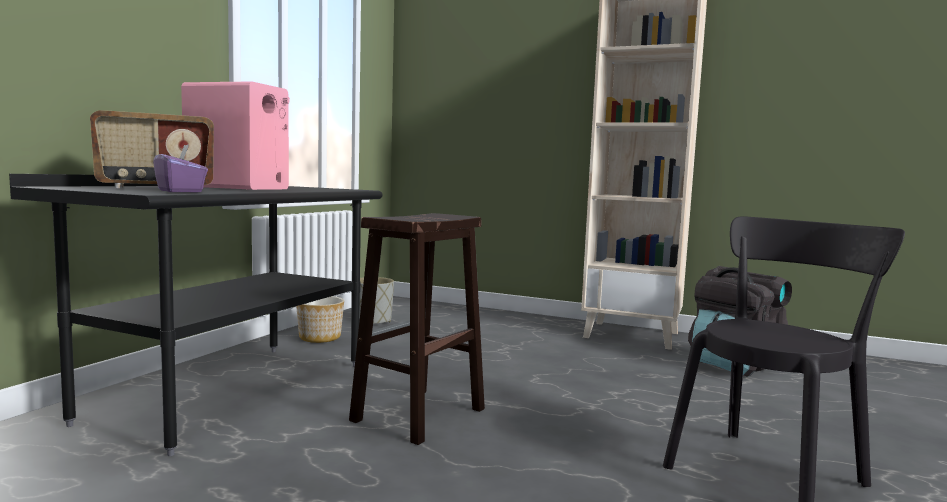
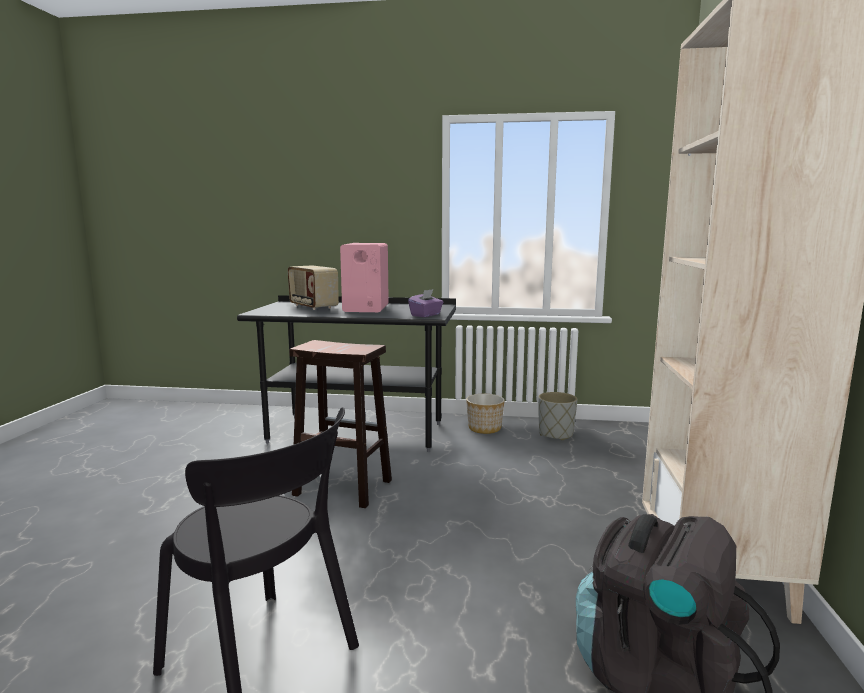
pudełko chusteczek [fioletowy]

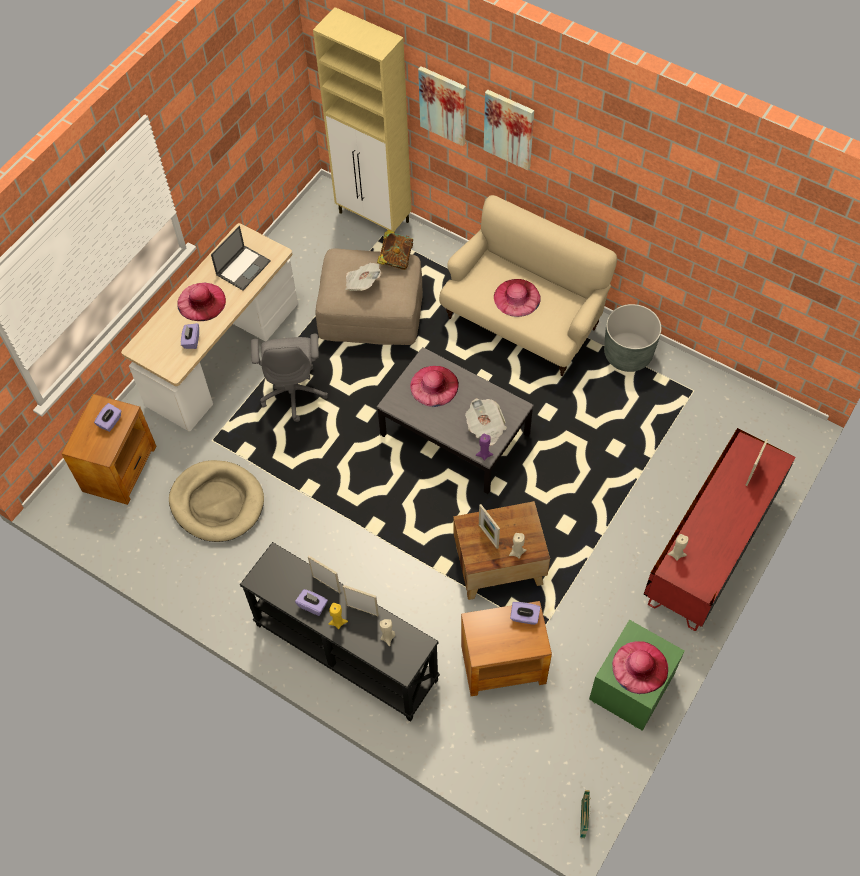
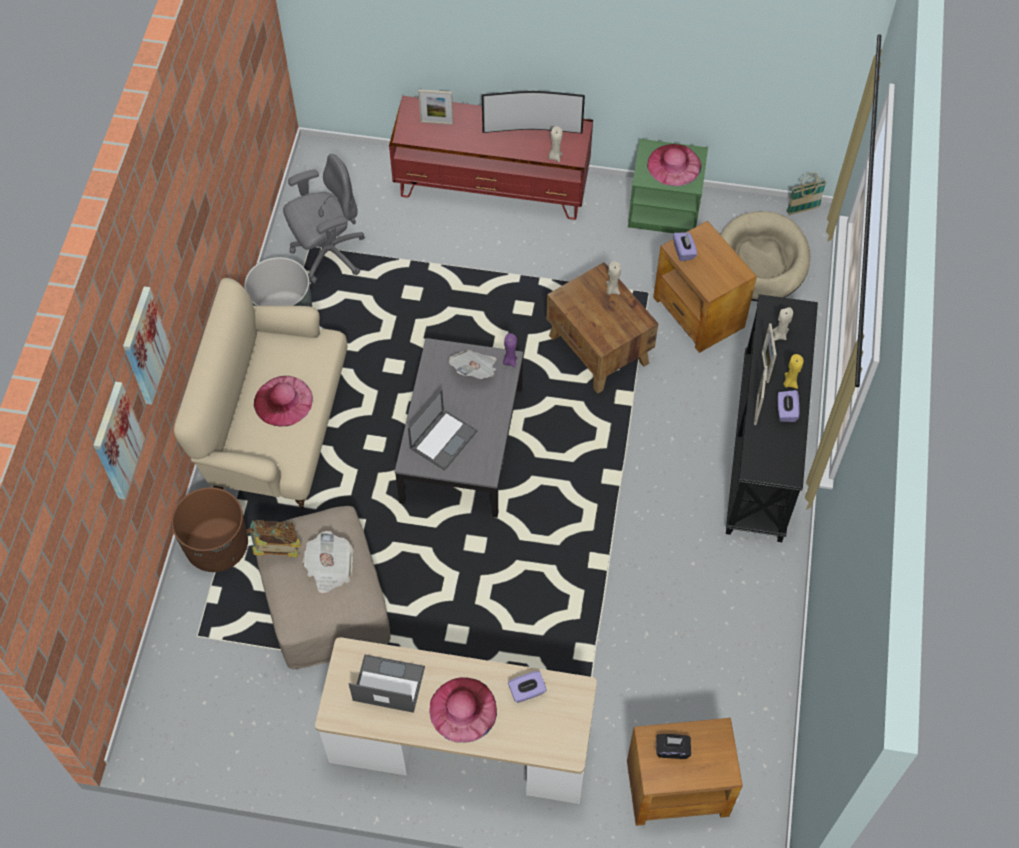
donica [brązowy]; krzesło biurowe [szary]; laptop (2nd from left); telewizor; pudełko chusteczek [czarny]; legowisko [beżowy]; szafka [beżowy]; ramka na zdjęcie (3rd from left in the first image)

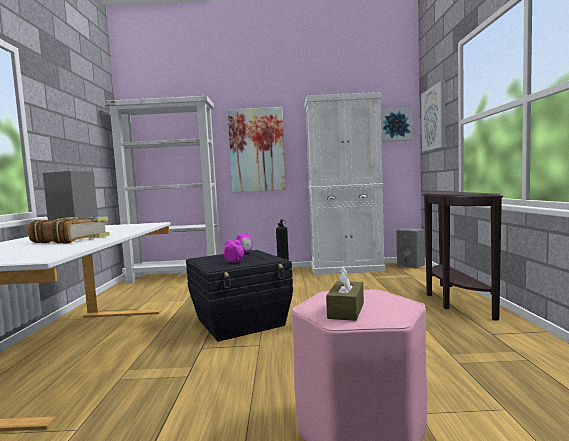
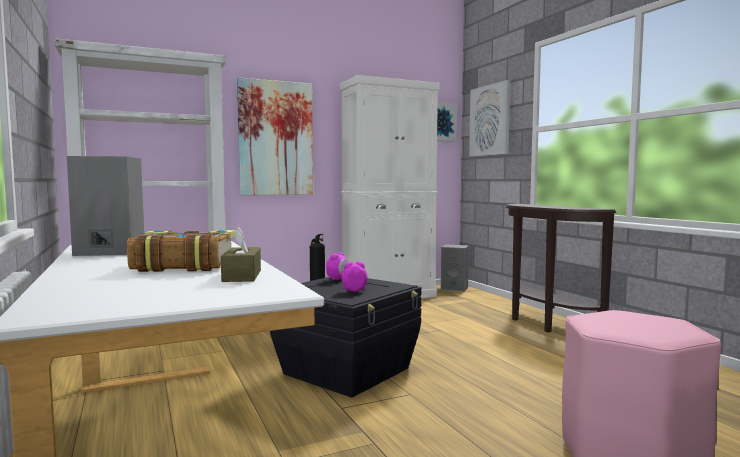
pudełko chusteczek [brązowy]

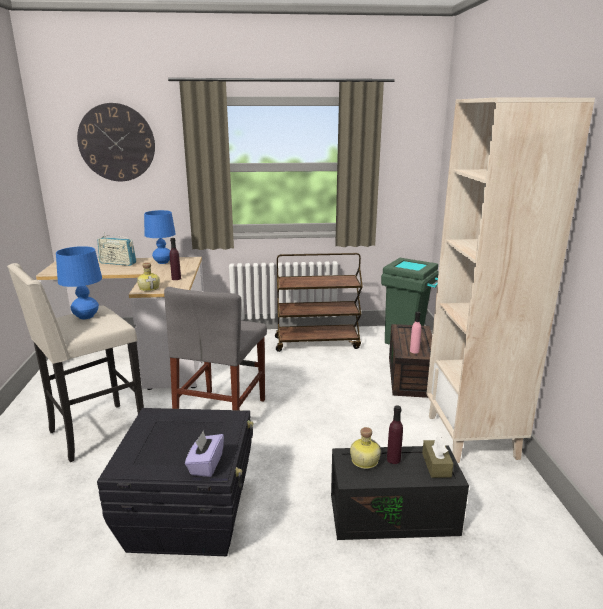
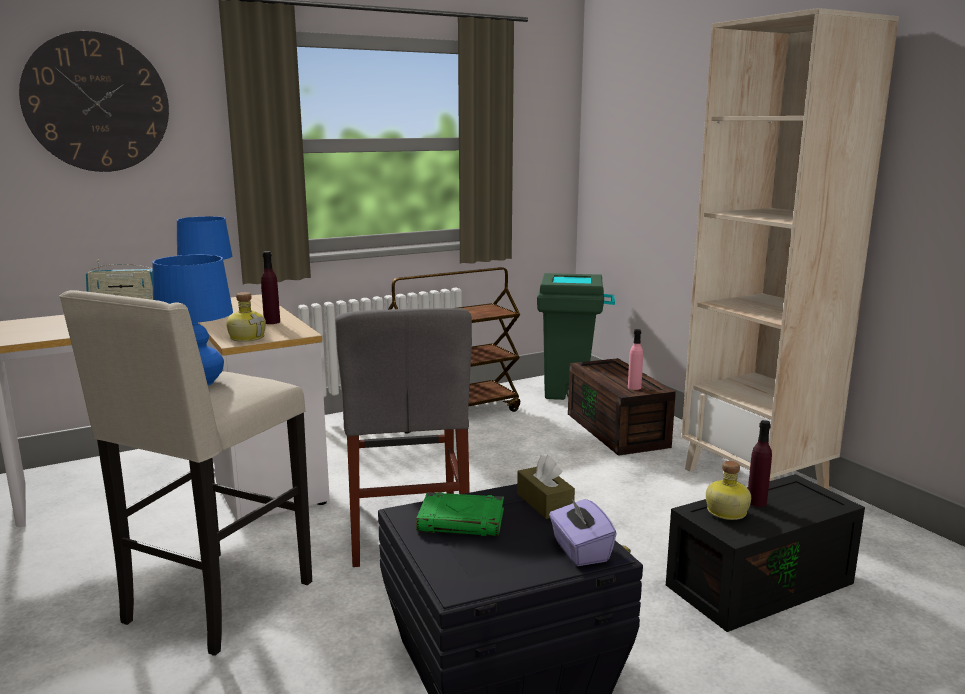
książka [zielony]; pudełko chusteczek [brązowy]

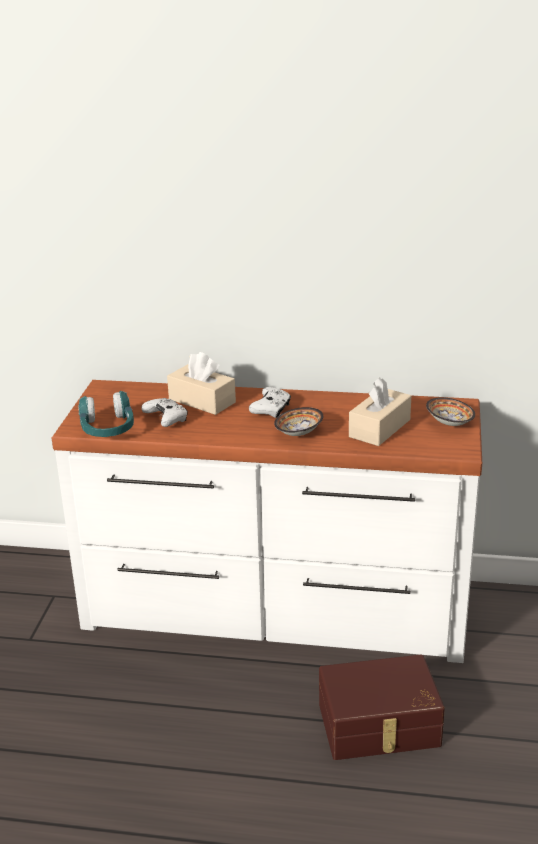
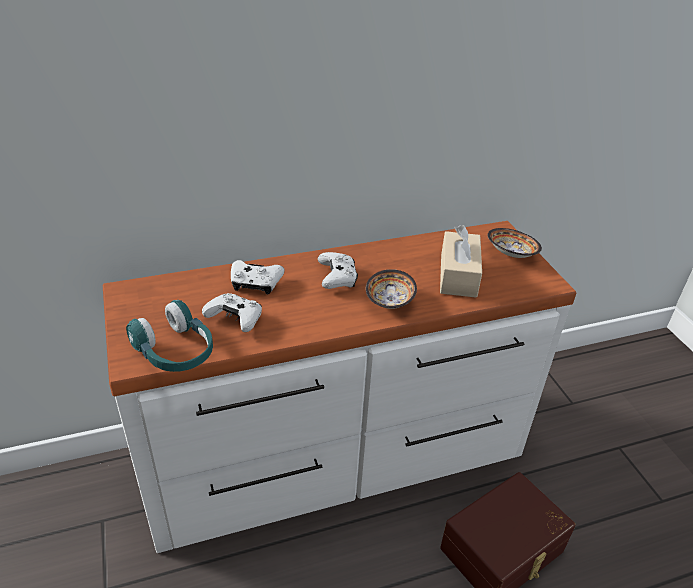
pad do gier [biały] (2nd from left)

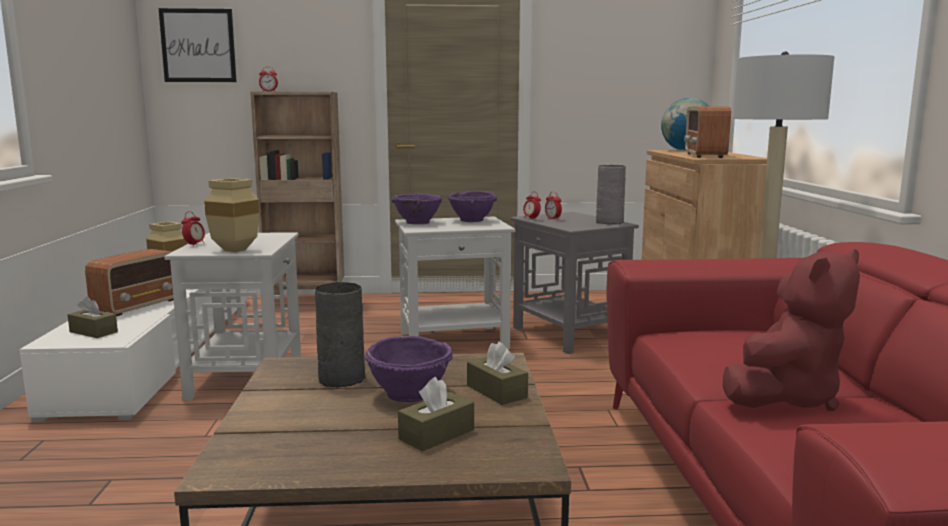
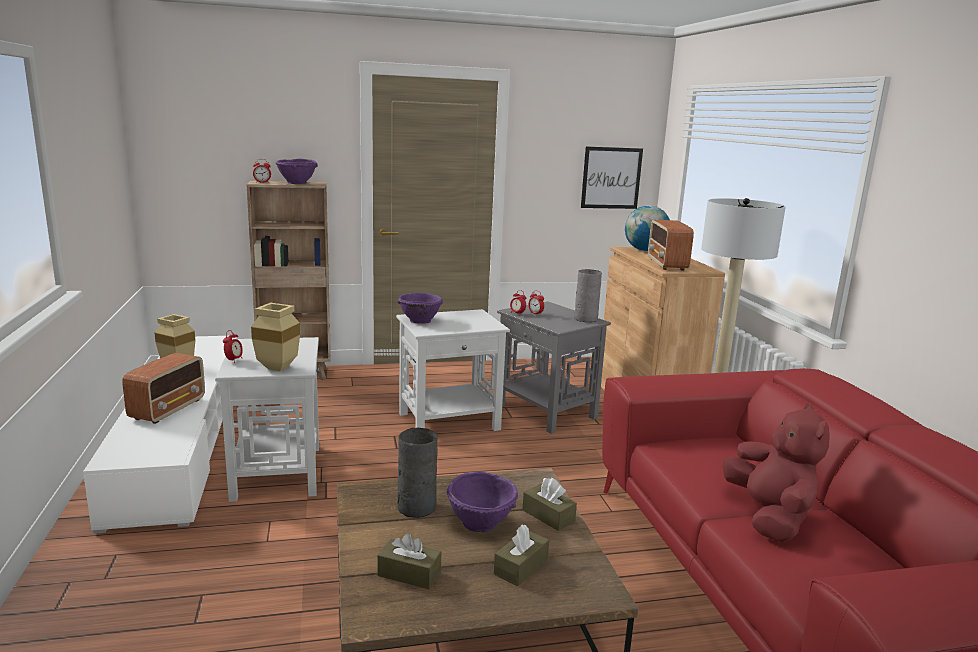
miska [fioletowy] (1st from left); pudełko chusteczek [brązowy] (1st from left); obraz; pluszak [czerwony]

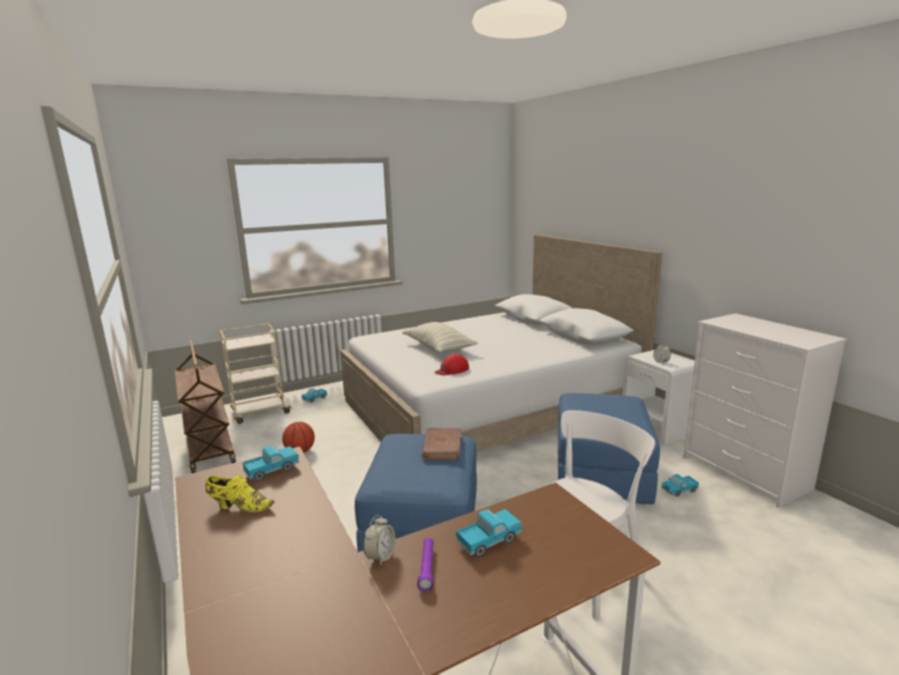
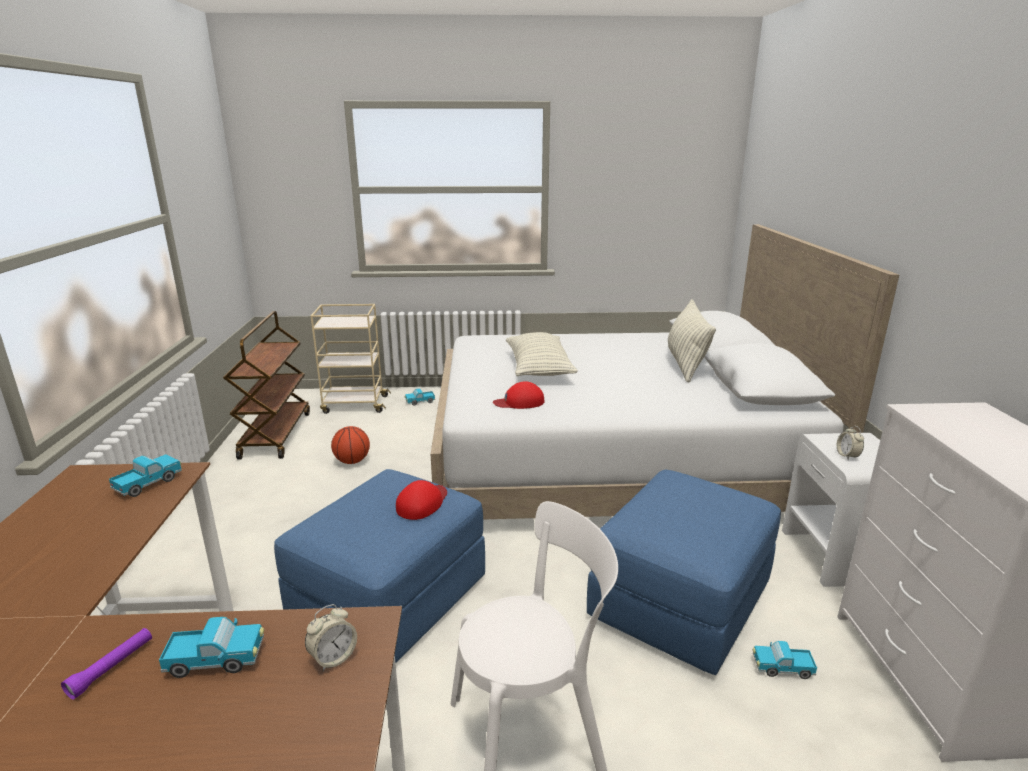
ciężarówka zabawkowa (1st from left); budzik (1st from left); czapka z daszkiem [czerwony] (1st from left); poduszka (2nd from left); but [żółty]

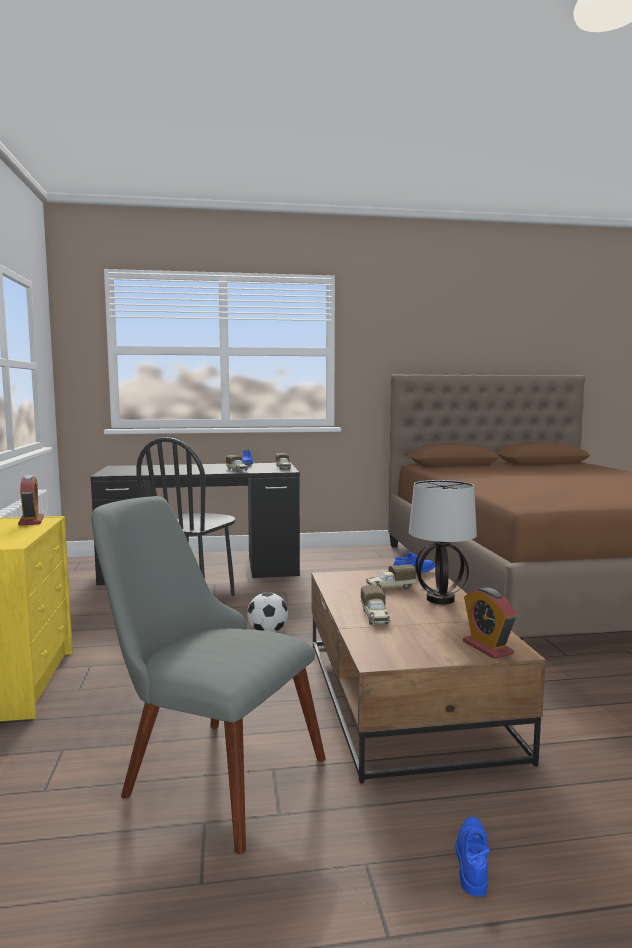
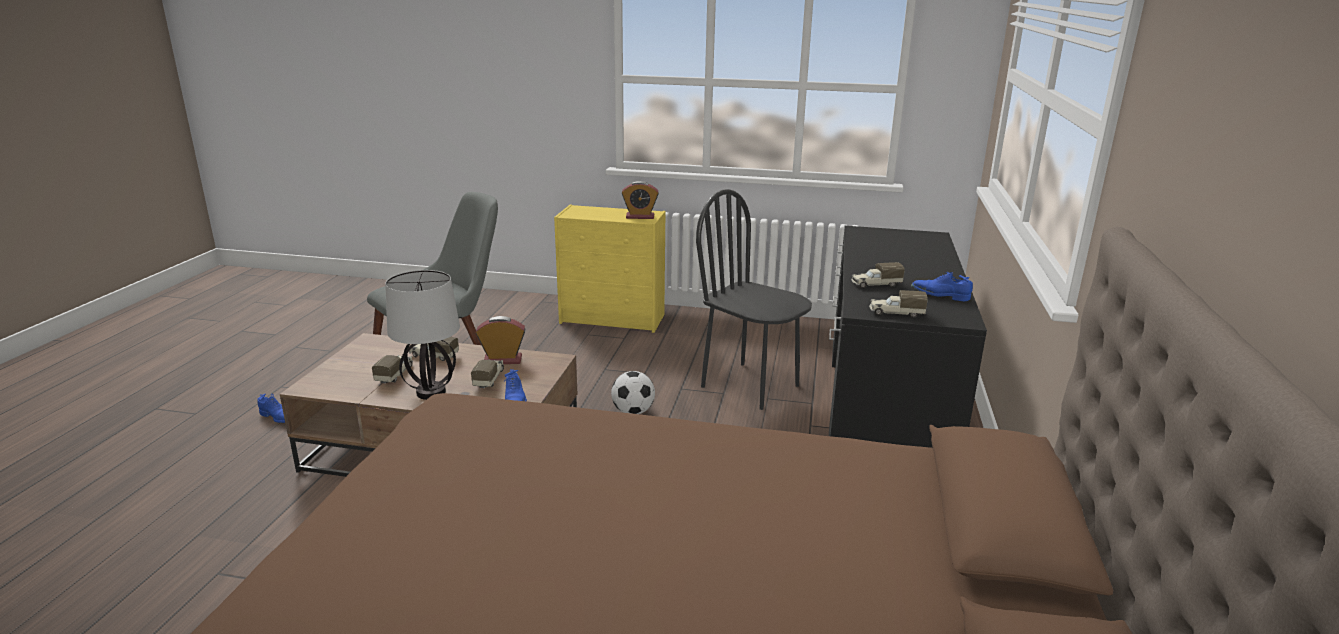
ciężarówka zabawkowa (1st from left); budzik (1st from left)

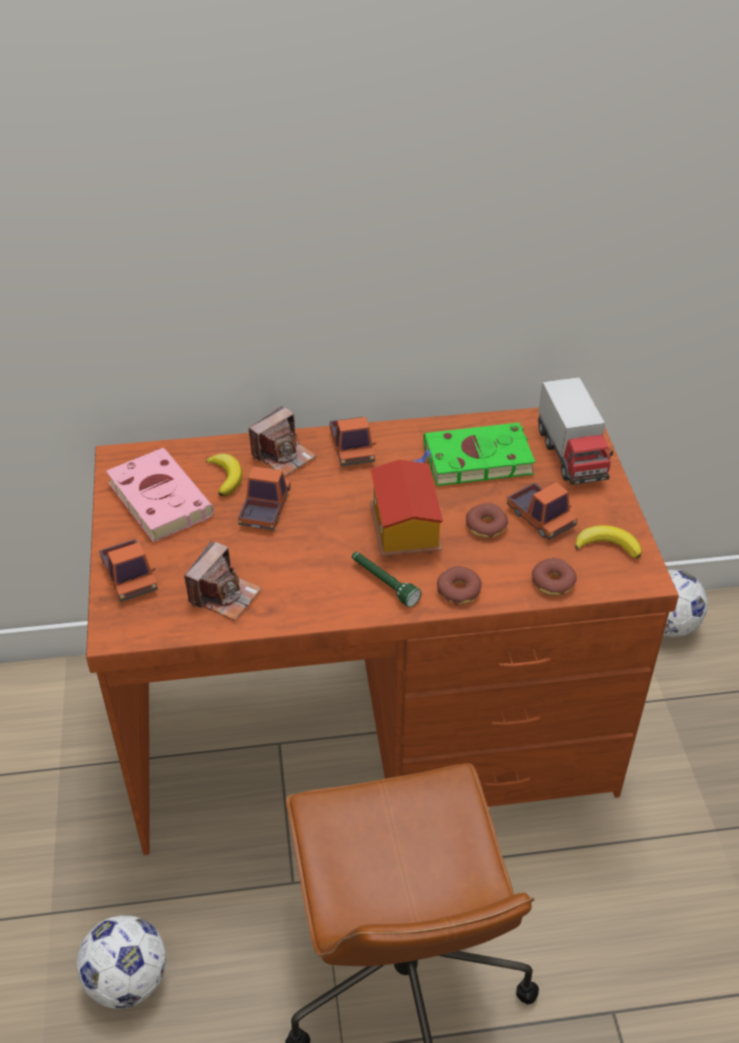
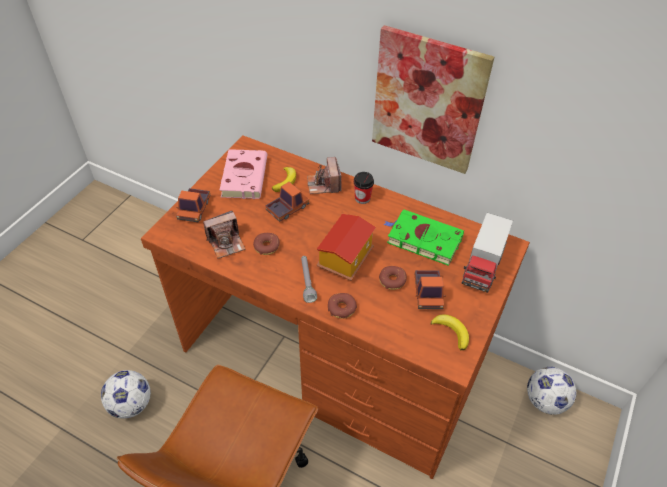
donut (1st from left); latarka [szary]; aparat fotograficzny (2nd from left); filiżanka; obraz

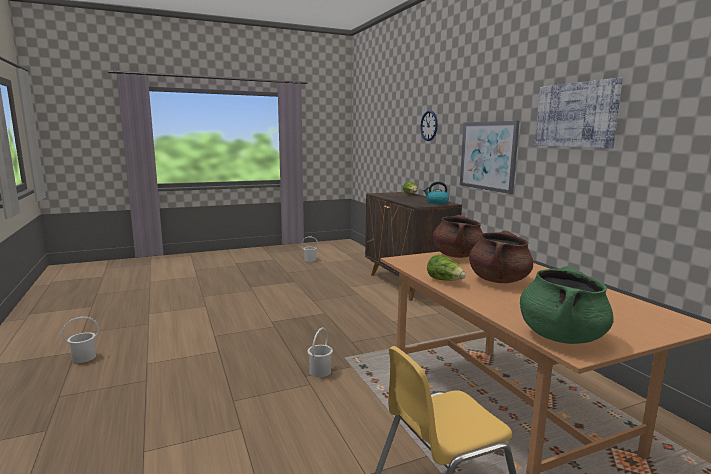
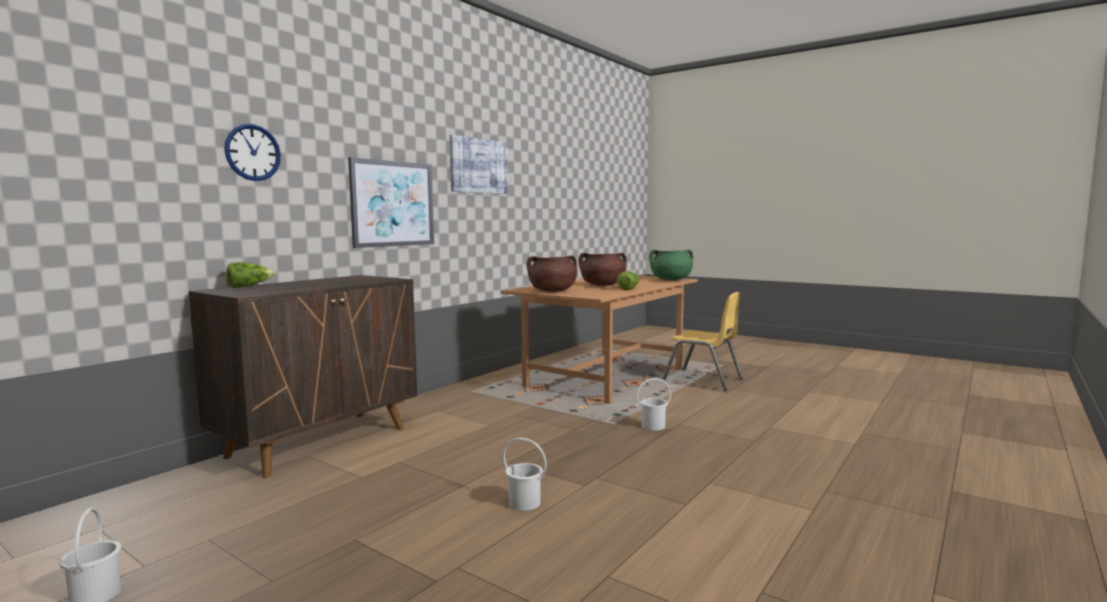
wiadro [biały] (2nd from left); czajnik

